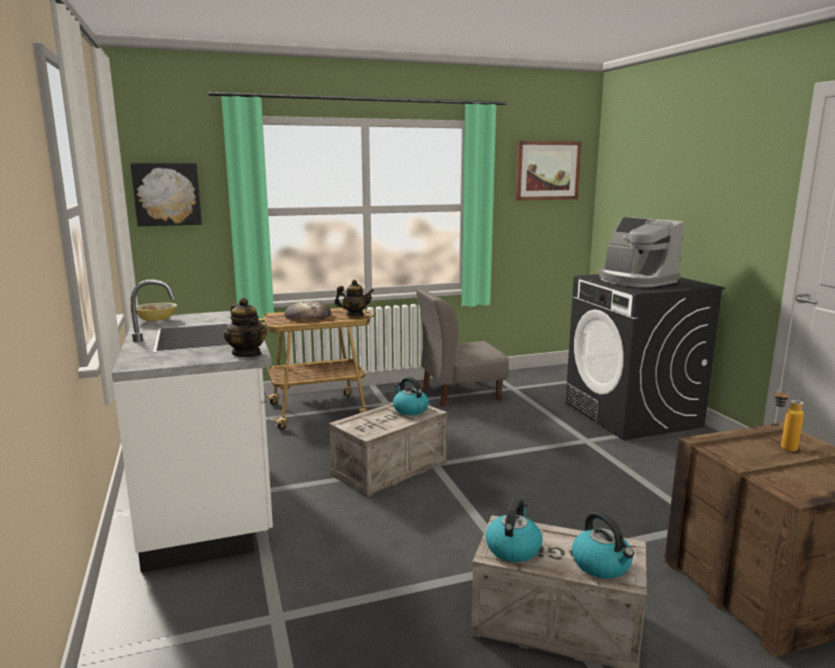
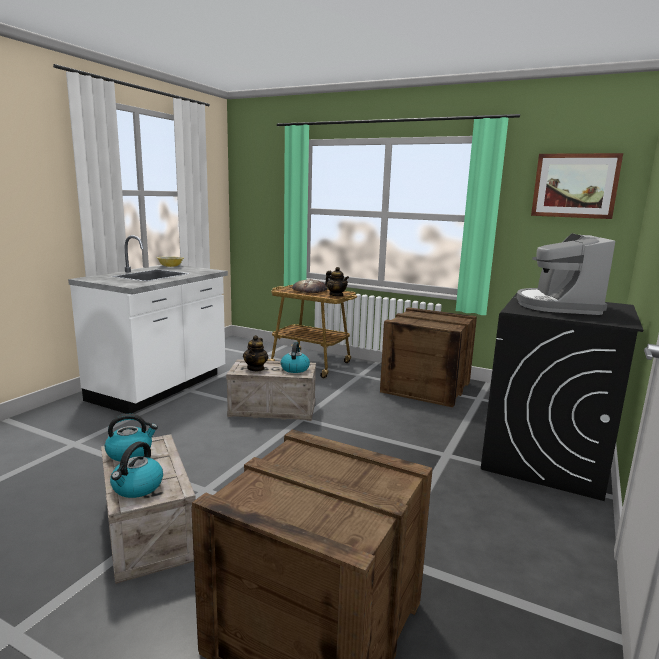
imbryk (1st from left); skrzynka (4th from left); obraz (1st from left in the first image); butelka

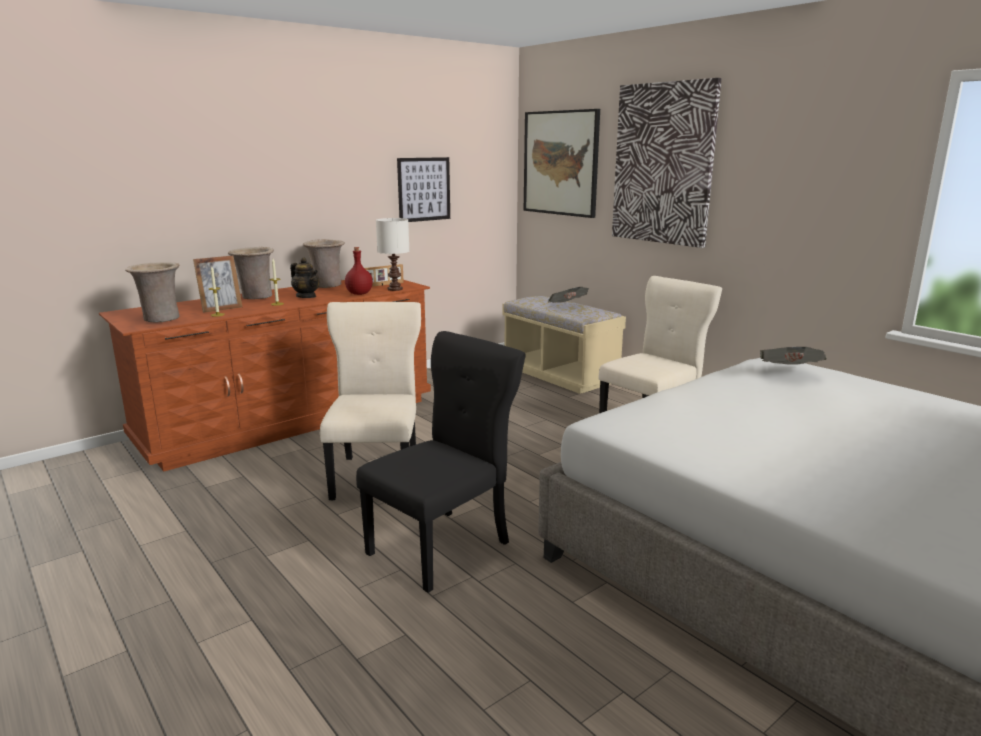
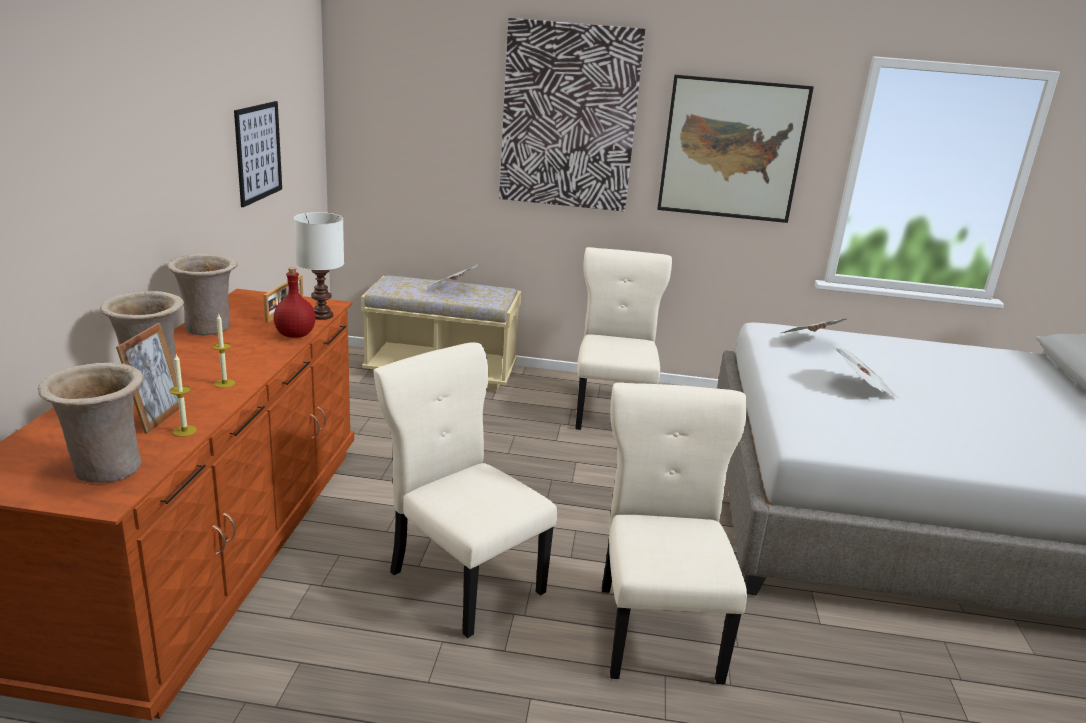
krzesło [beżowy] (3rd from left); obraz (3rd from left); gazeta (3rd from left); imbryk

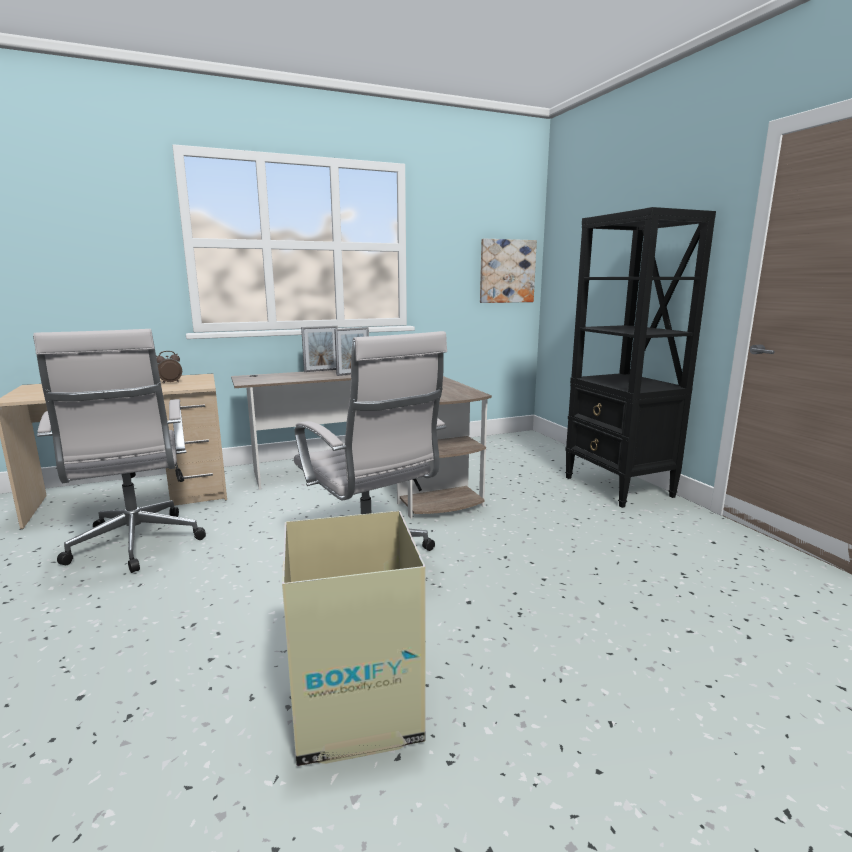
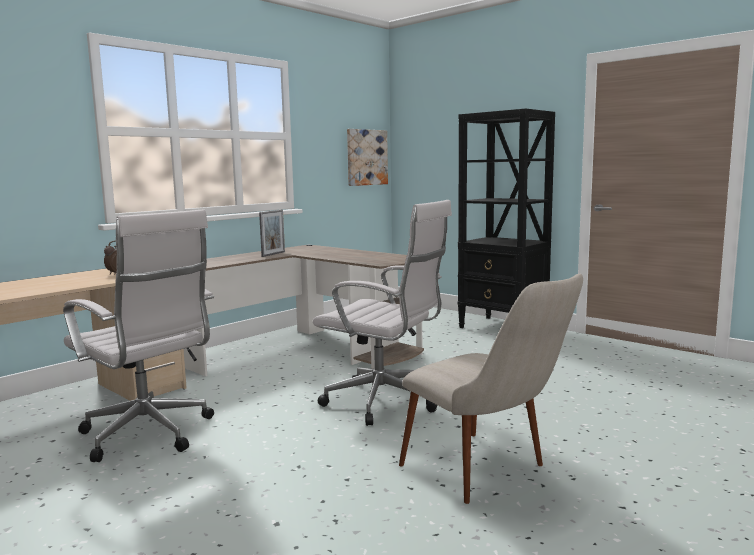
krzesło [beżowy]; ramka na zdjęcie (1st from left in the first image)

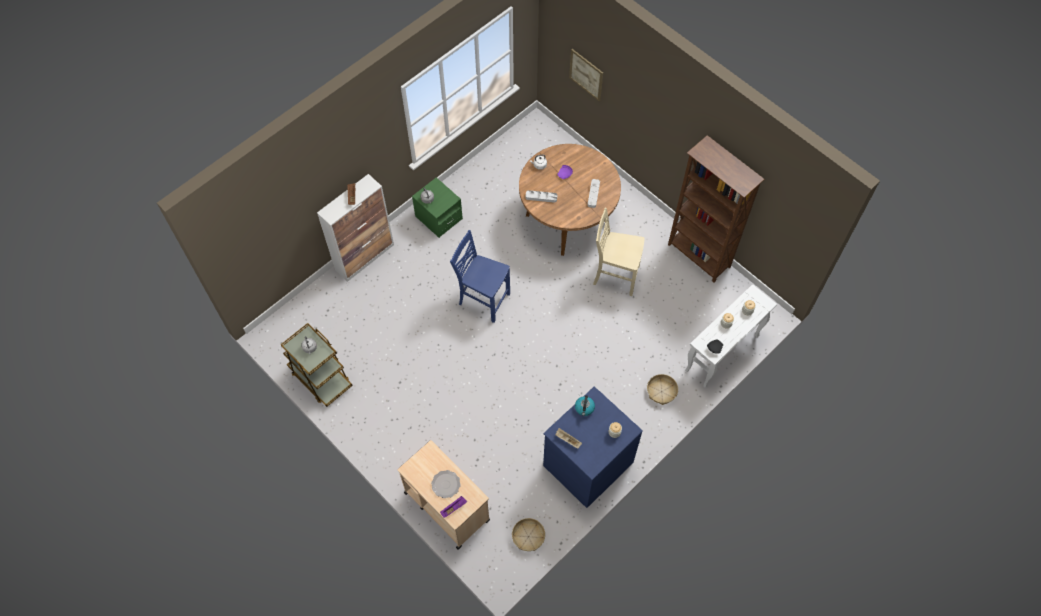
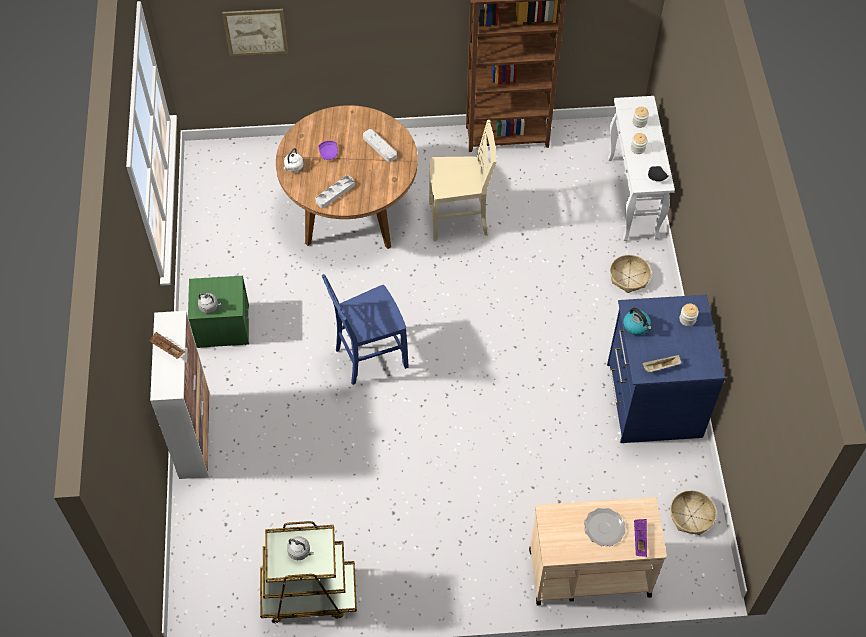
krzesło [beżowy]

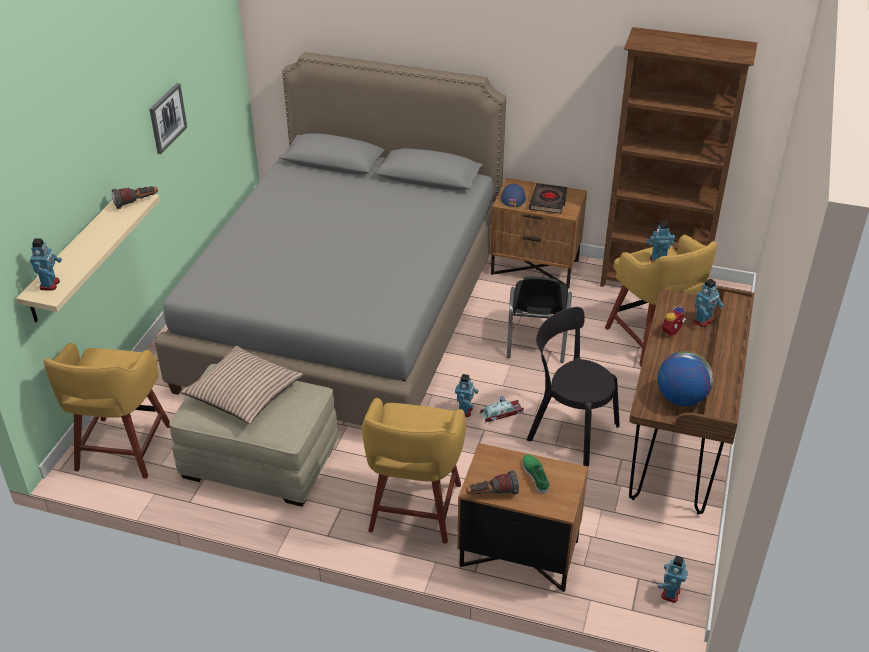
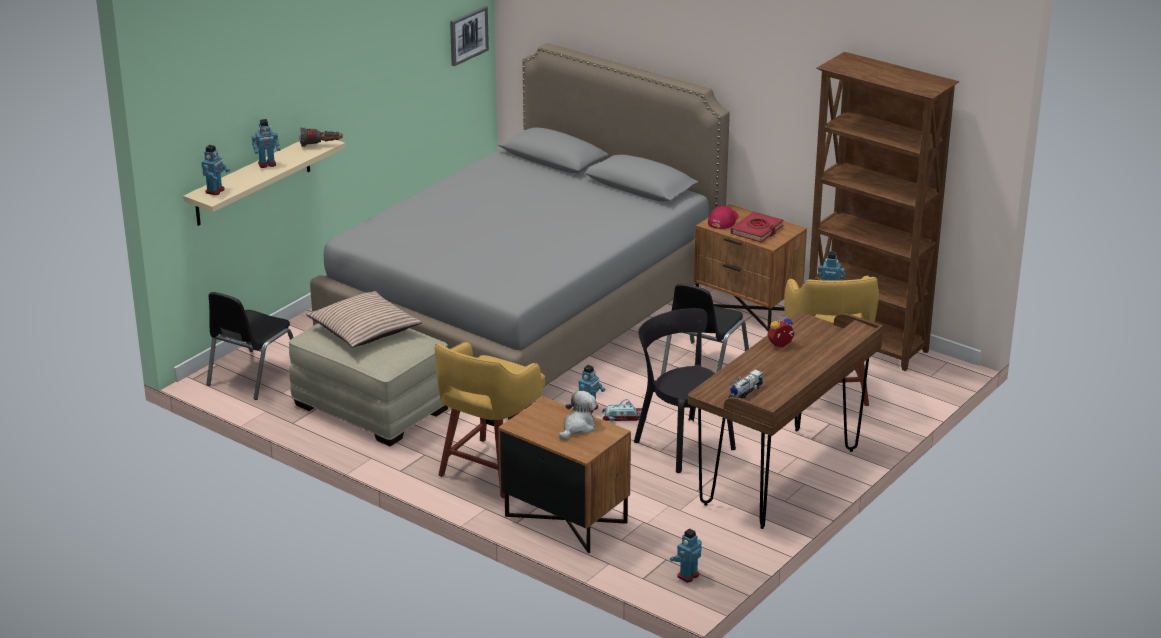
krzesło [czarny] (1st from left); robot zabawkowy (2nd from left); obraz; pluszak; czapka z daszkiem [czerwony]; ciężarówka zabawkowa; książka [czerwony]; latarka (2nd from left in the first image)

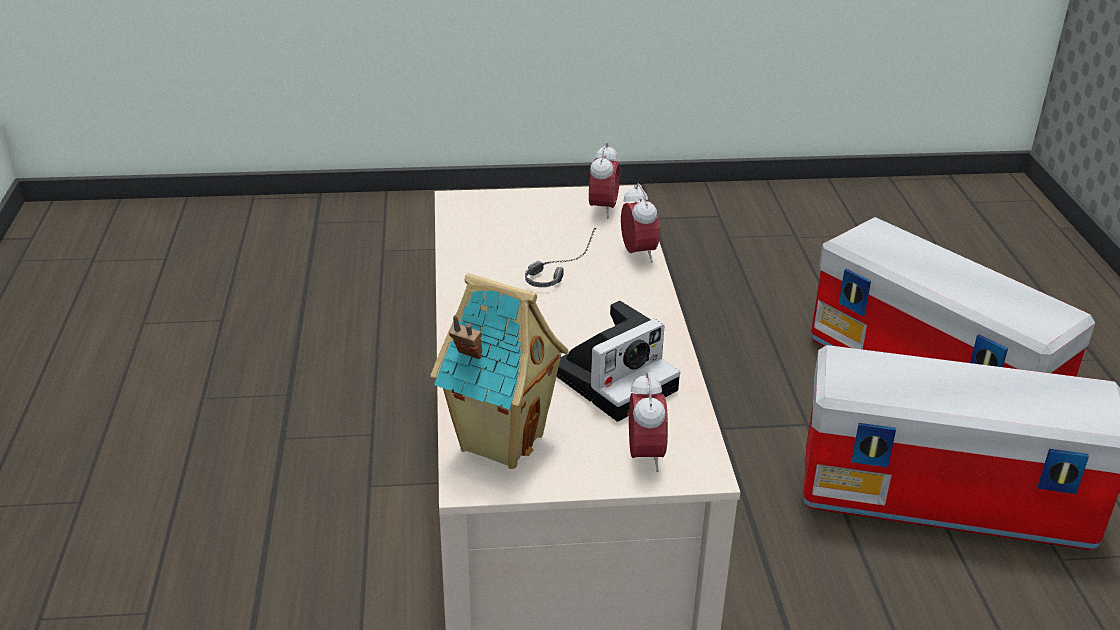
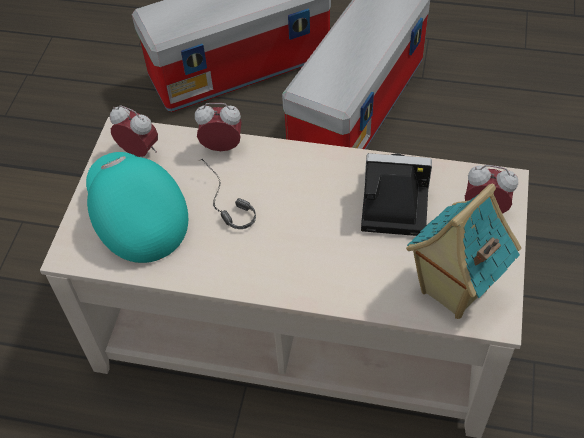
czapka z daszkiem [turkusowy]; aparat fotograficzny

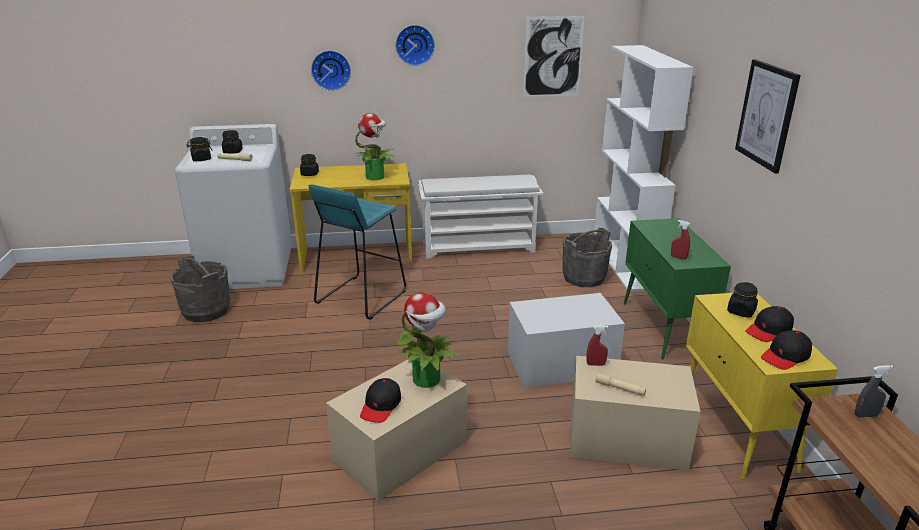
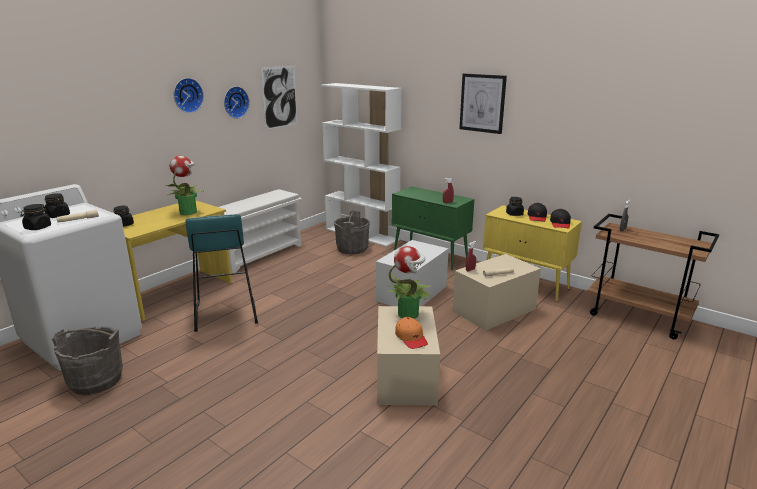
zegar ścienny (2nd from left); czapka z daszkiem [pomarańczowy]

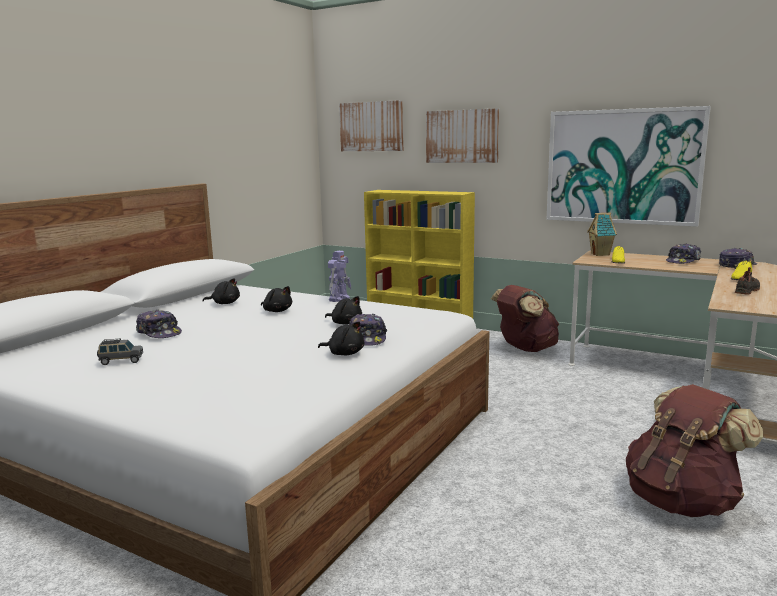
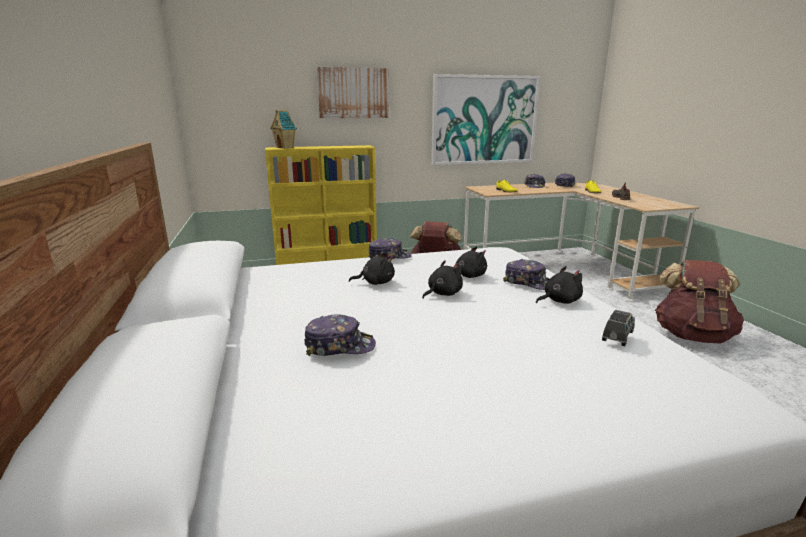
domek; czapka z daszkiem (2nd from left); pluszak [czarny] (2nd from left); samochodzik [szary]; obraz (1st from left in the first image)

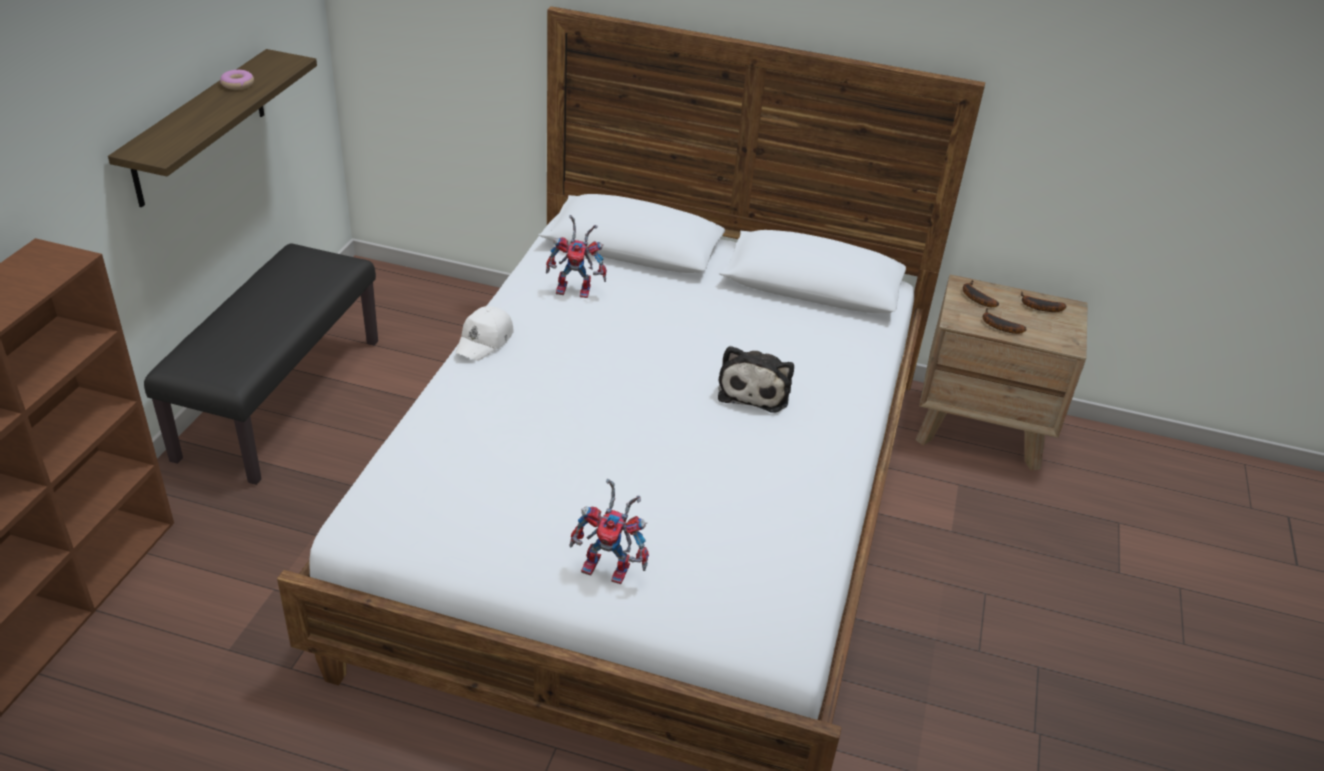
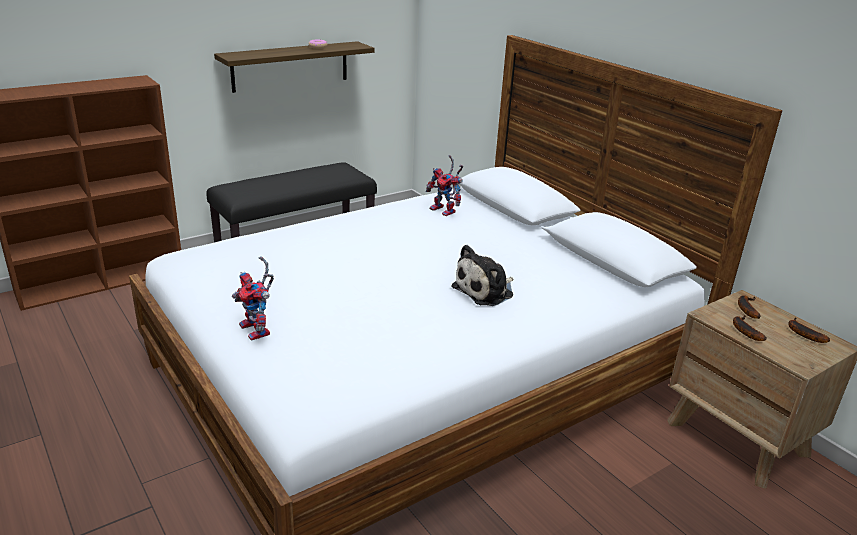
czapka z daszkiem [biały]

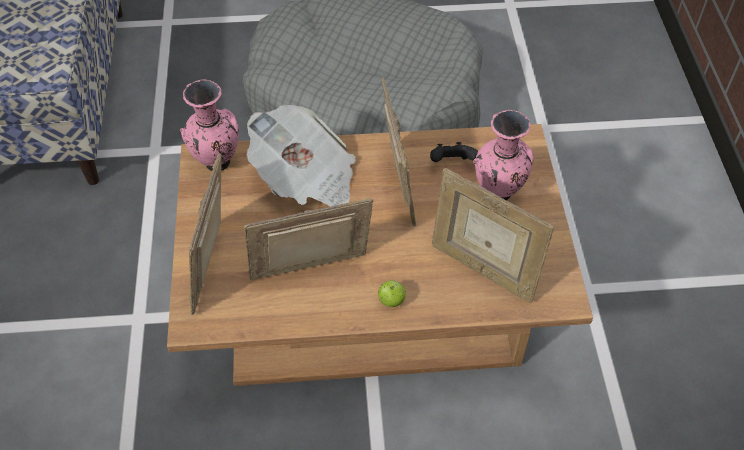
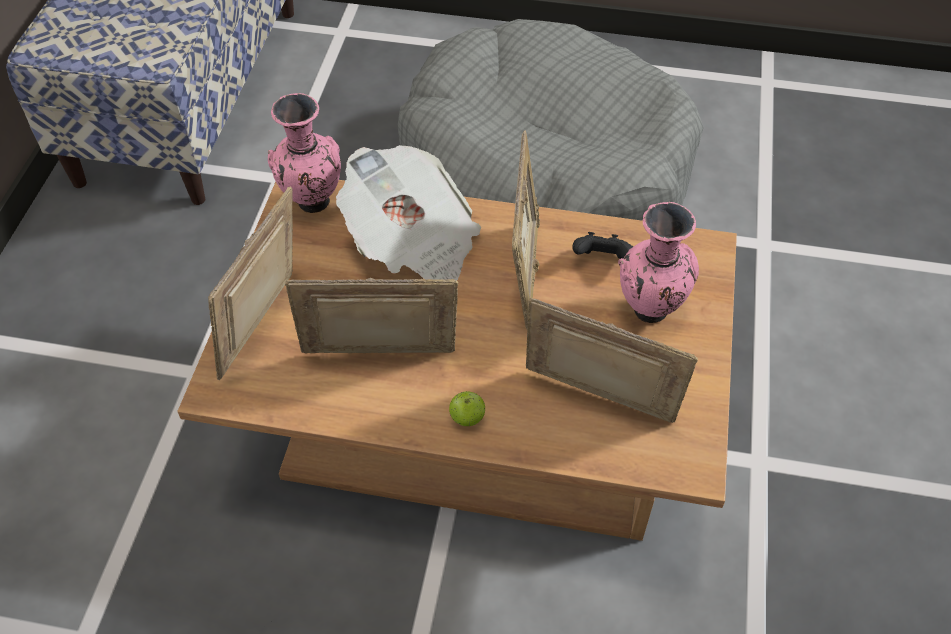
ramka na zdjęcie (4th from left)

